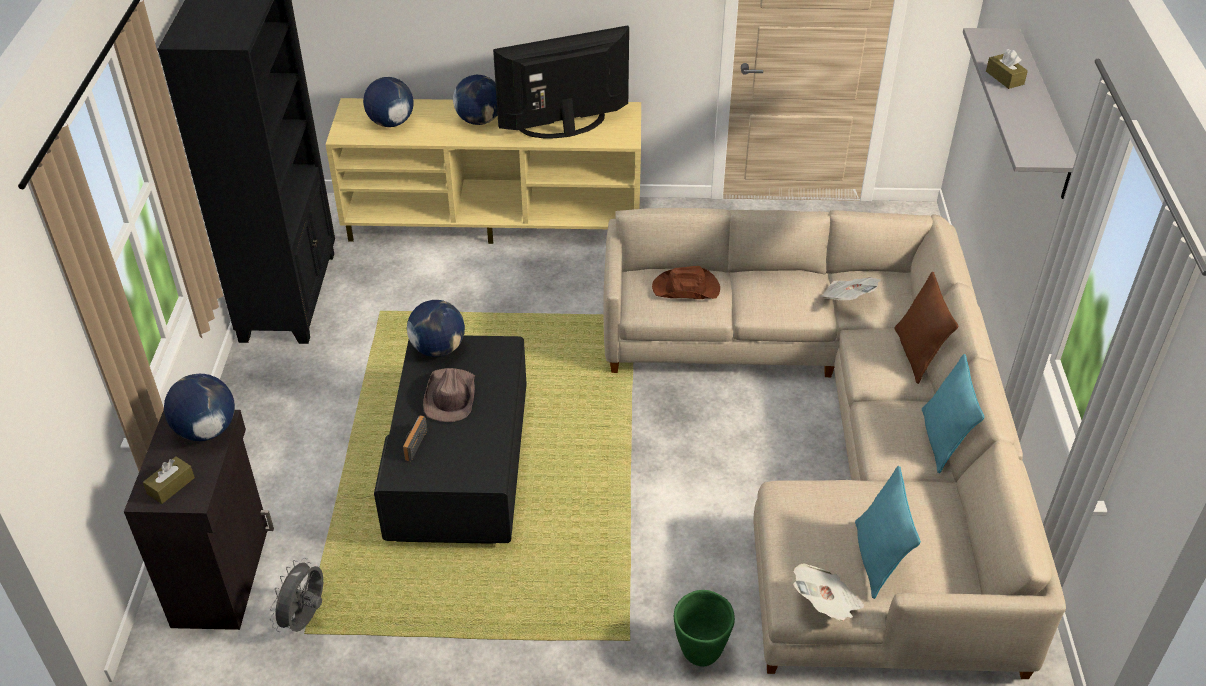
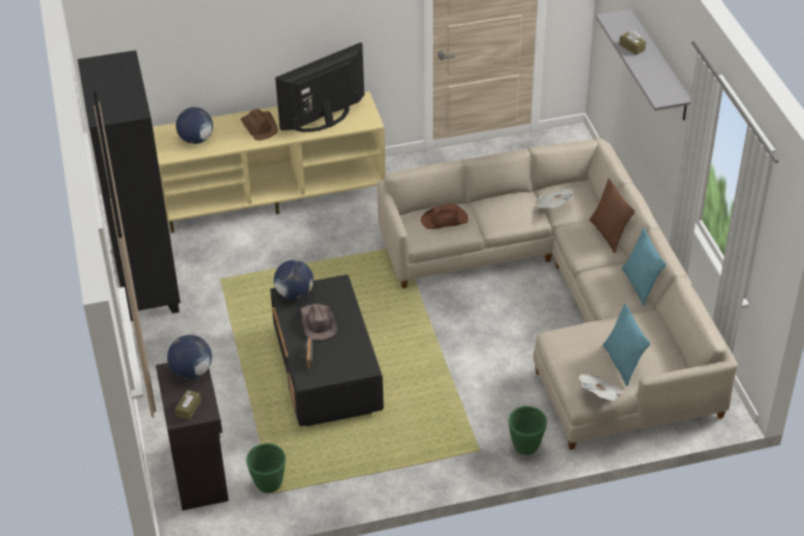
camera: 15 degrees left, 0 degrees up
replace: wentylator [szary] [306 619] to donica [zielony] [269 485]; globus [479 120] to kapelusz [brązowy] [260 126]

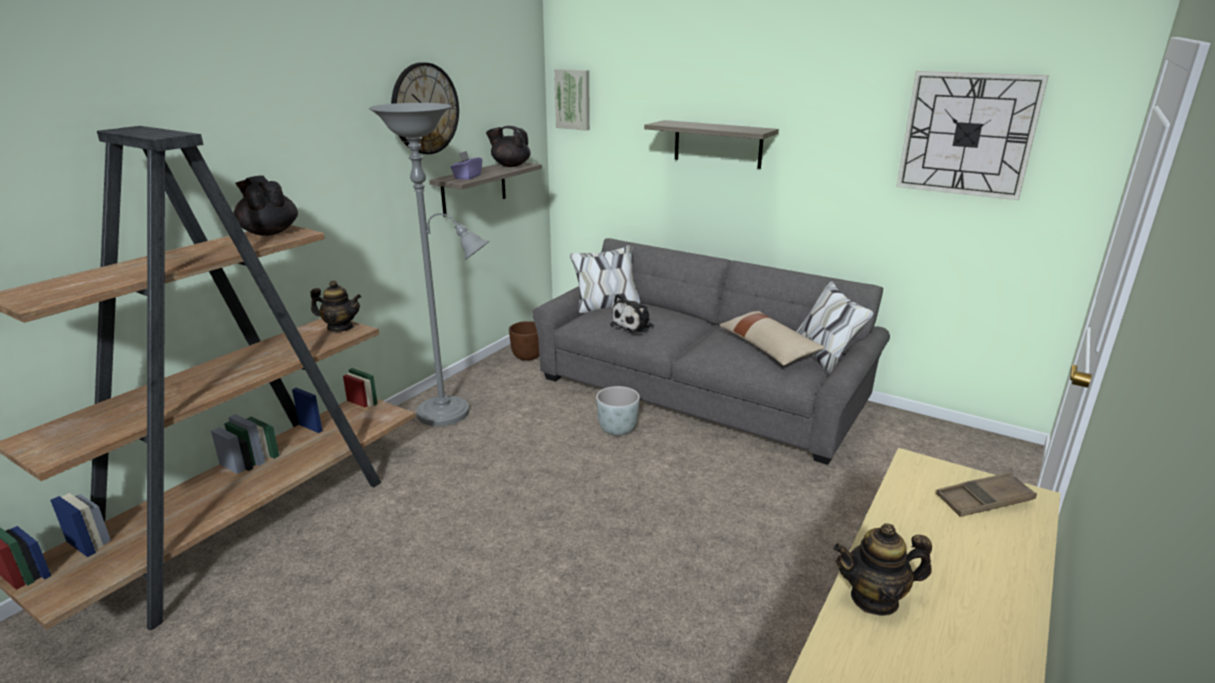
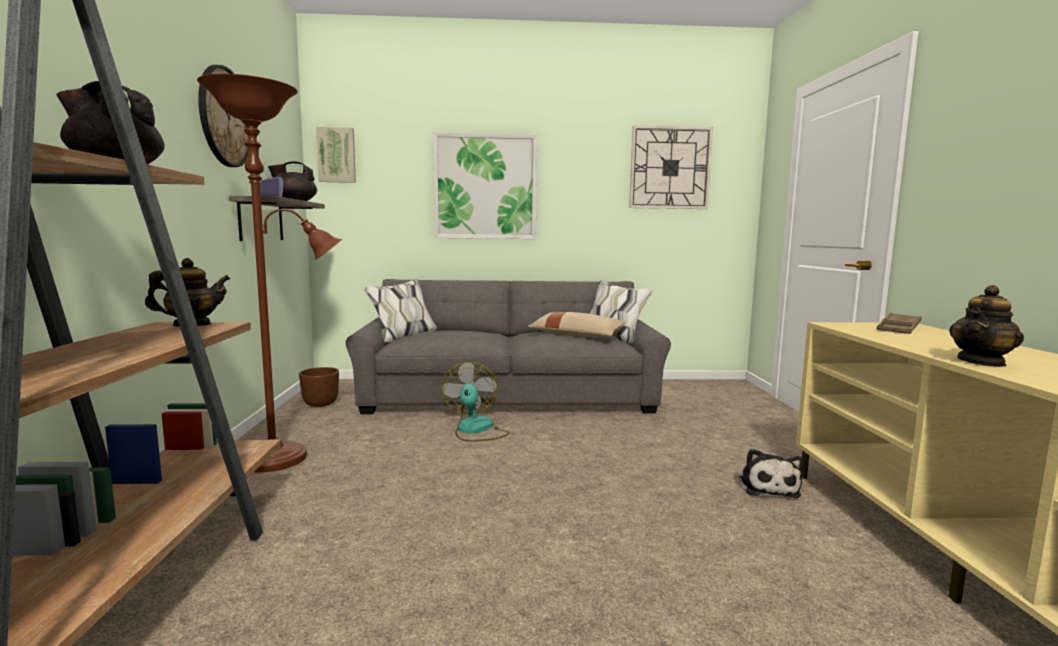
camera: 35 degrees left, 15 degrees down
move: pluszak [634 325] to [767 487]
replace: donica [szary] [617 429] to wentylator [475 430]; półka [717 144] to obraz [485 187]
recolor: lampa stojąca [szary] [450 413] to lampa stojąca [brązowy] [283 458]

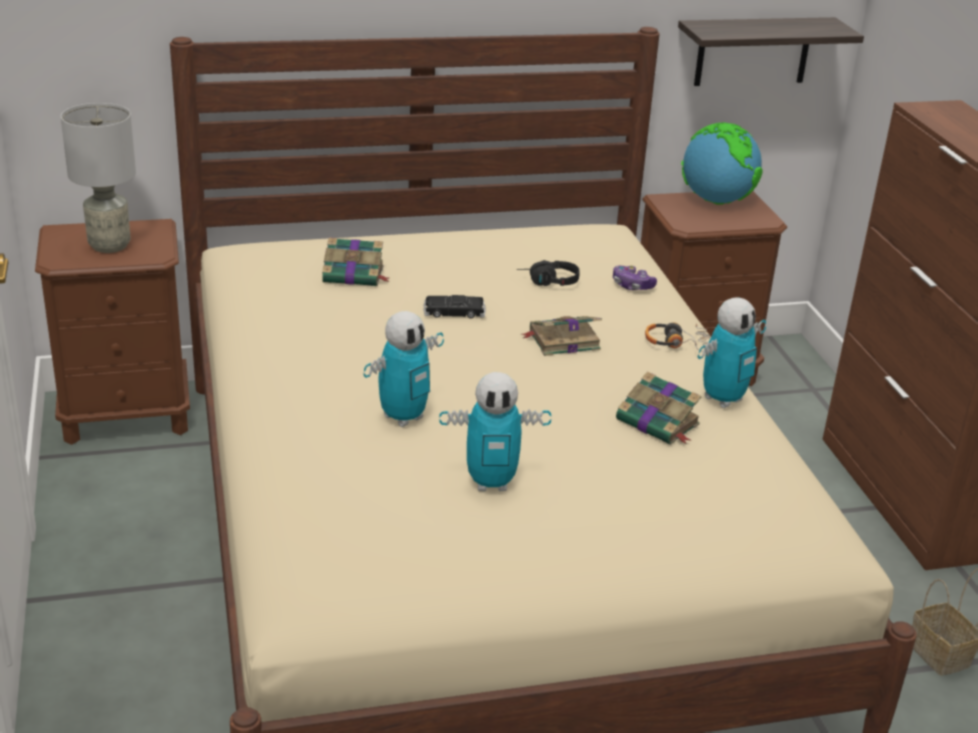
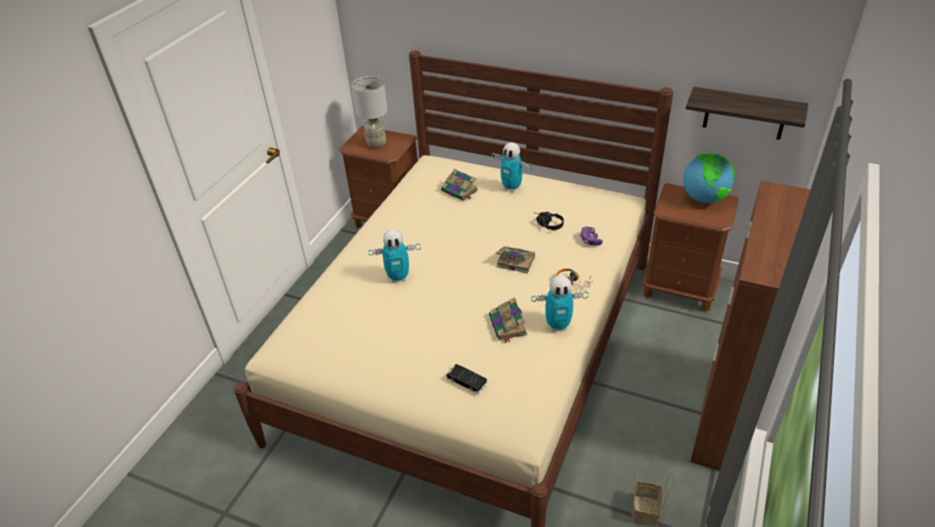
camera: 40 degrees right, 10 degrees up
move: samochodzik [czarny] [454 312] to [466 381]; robot zabawkowy [491 483] to [511 187]

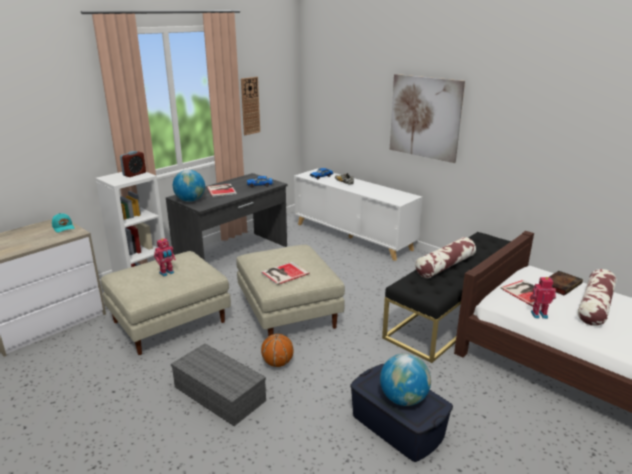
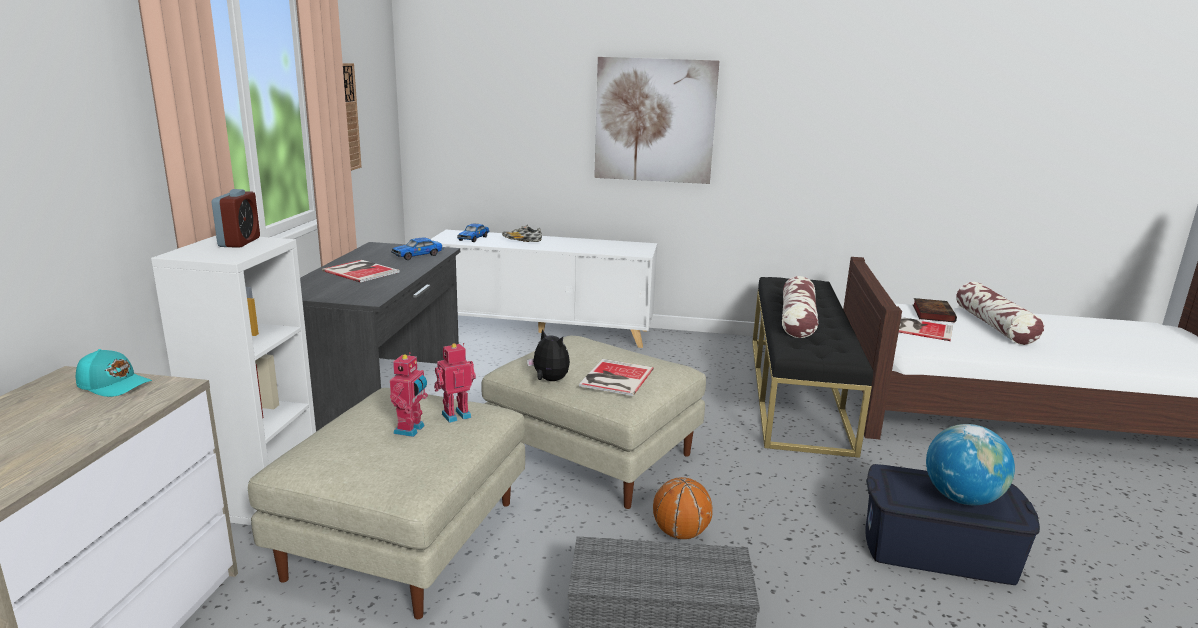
camera: 35 degrees left, 5 degrees down
delete: globus [190 200]
insert: pluszak [549 380]
move: robot zabawkowy [538 314] to [455 415]

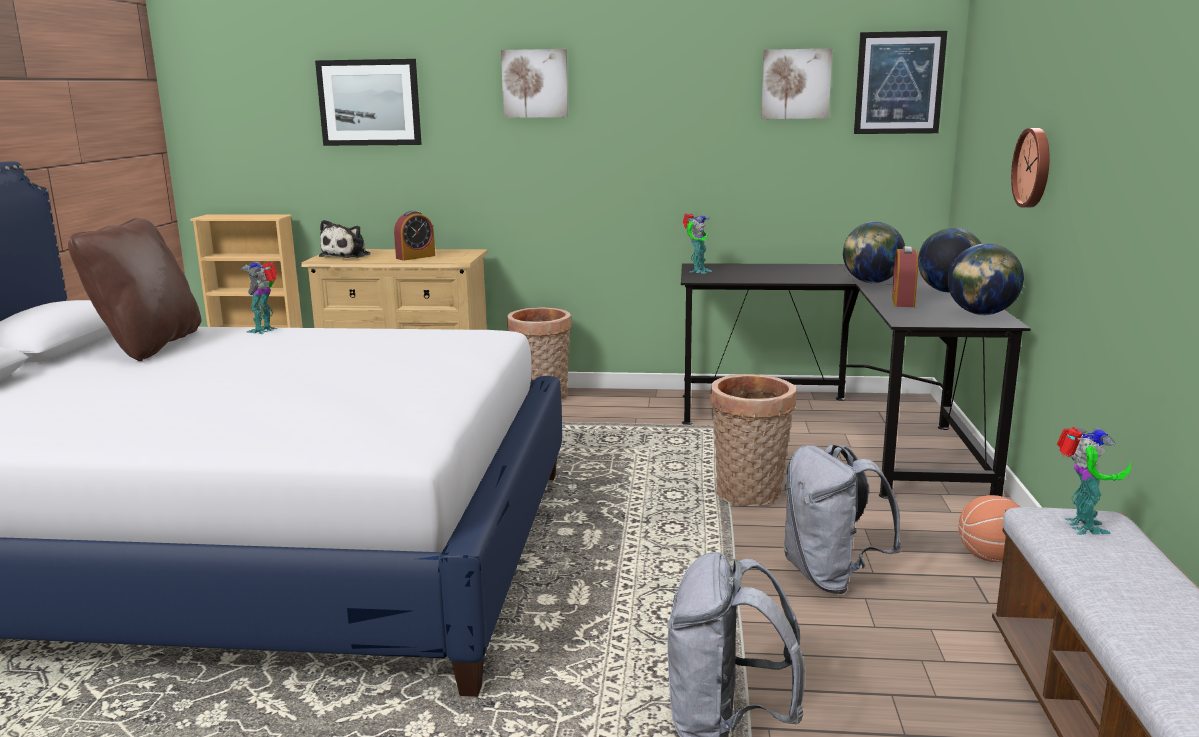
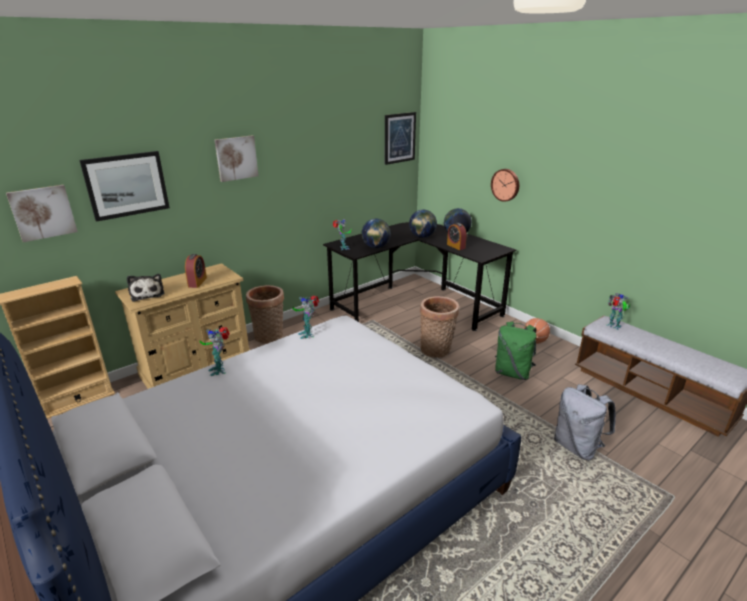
camera: 45 degrees left, 10 degrees up
delete: poduszka [brązowy] [149 346]
insert: robot zabawkowy [307 334]
move: obraz [795 84] to [43 212]; globus [981 314] to [376 247]
recolor: plecak [szary] [830 577] to plecak [zielony] [512 373]

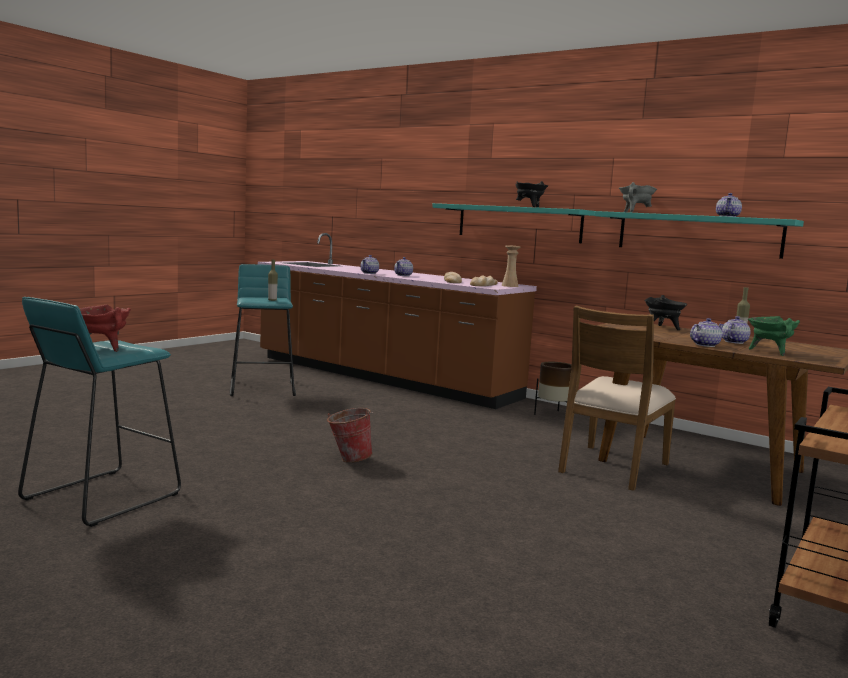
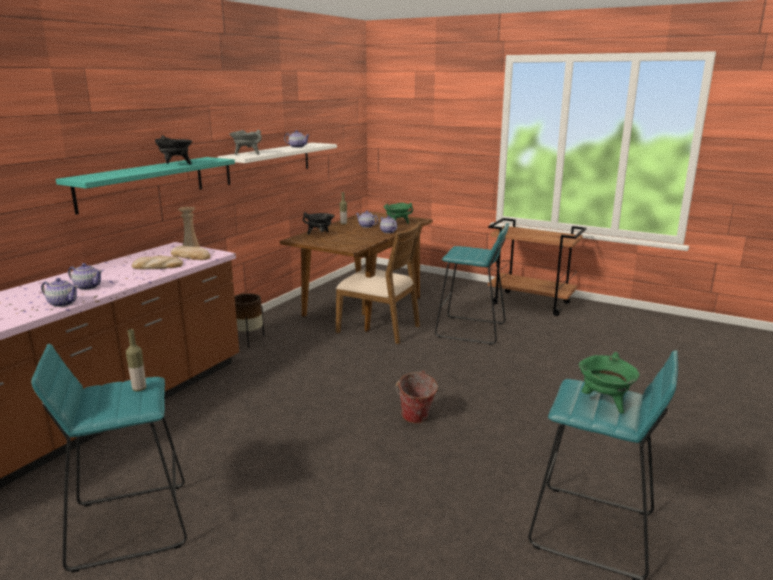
camera: 95 degrees left, 10 degrees up
insert: stołek [turkusowy] [471 330]
recolor: garnek [czerwony] [102 348] to garnek [zielony] [605 403]; półka [turkusowy] [698 234] to półka [biały] [270 162]

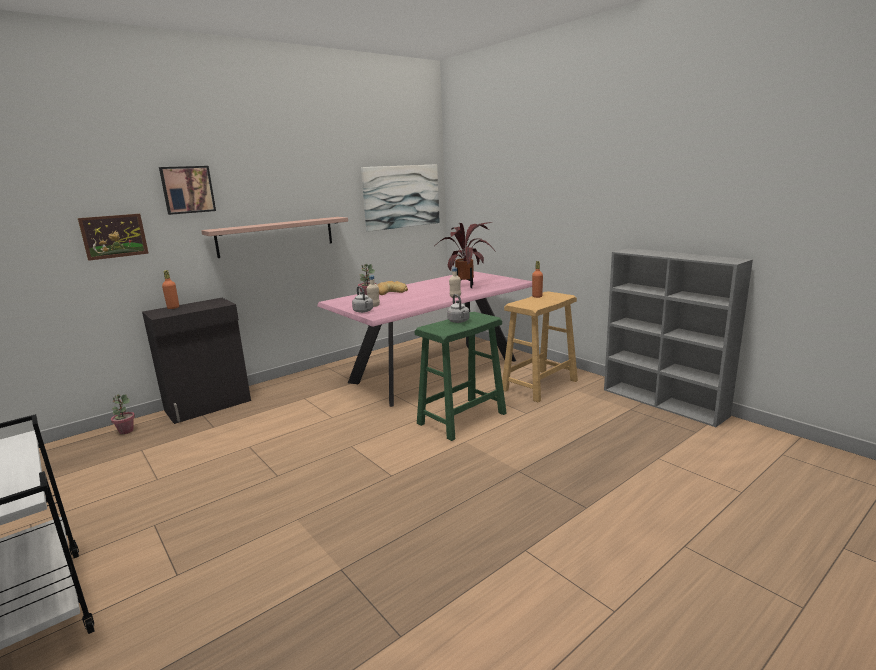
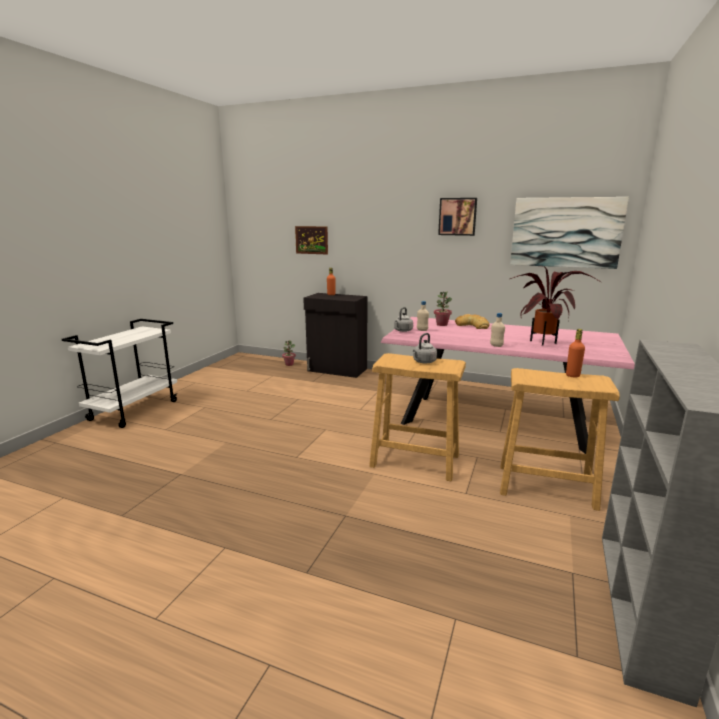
camera: 60 degrees right, 0 degrees up
delete: półka [276 236]
move: obraz [187 189] to [457 216]
recolor: stołek [zielony] [461 418] to stołek [beżowy] [414 460]

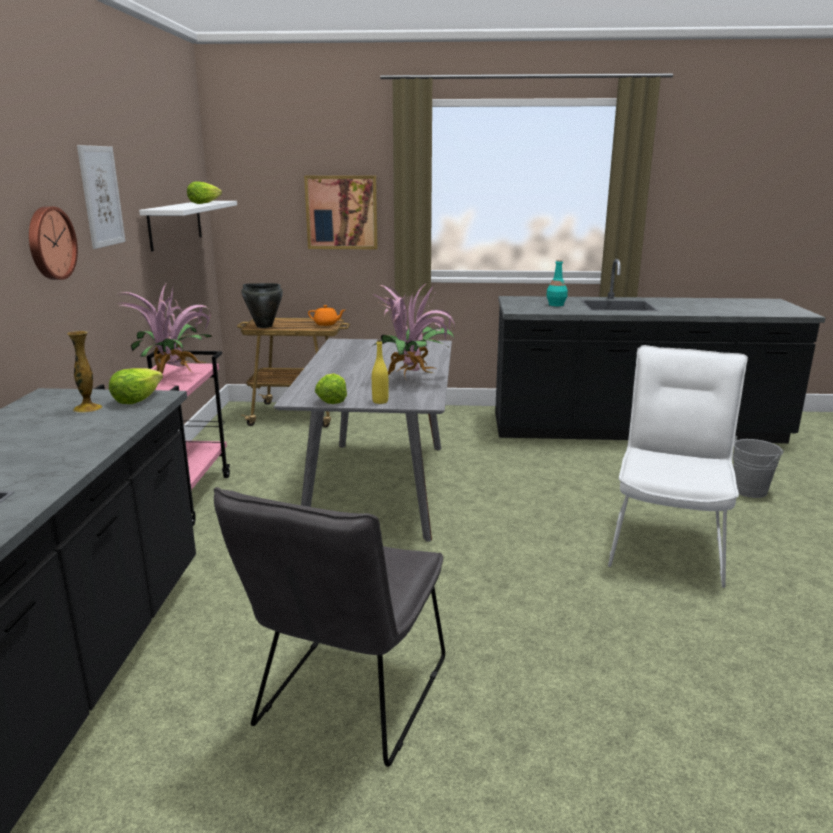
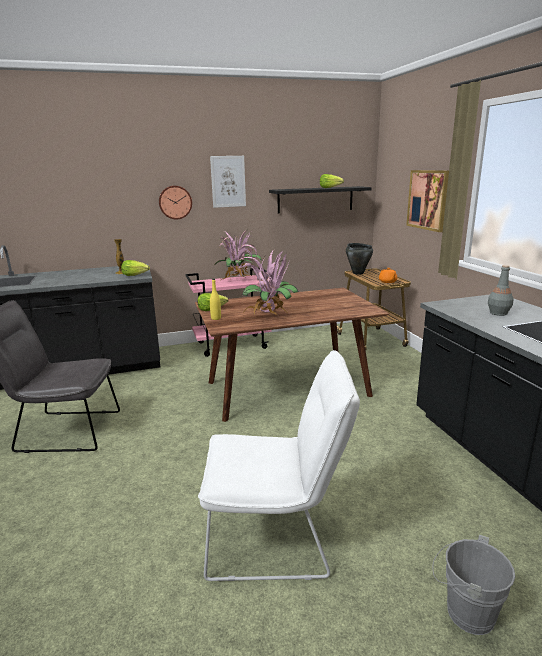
camera: 70 degrees right, 0 degrees up
recolor: półka [biały] [175 224] to półka [czarny] [315 199]; stół jadalny [szary] [380 486] to stół jadalny [brązowy] [287 389]; butelka [turkusowy] [556 305] to butelka [szary] [498 313]

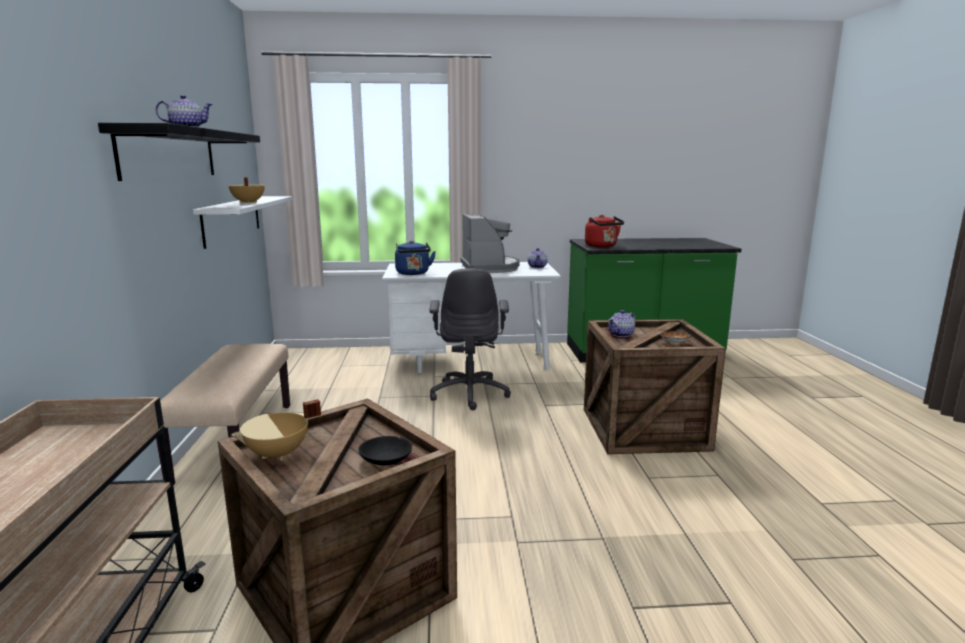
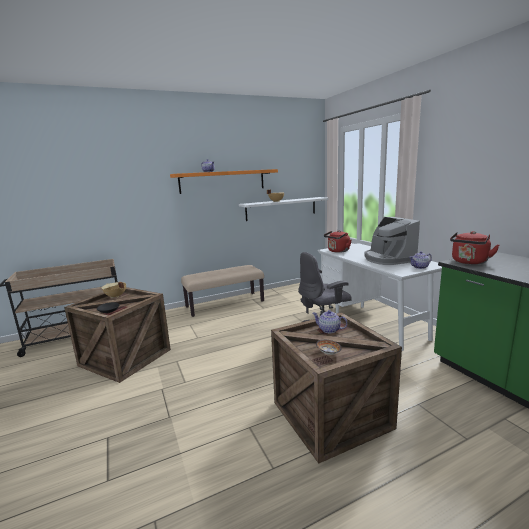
camera: 70 degrees right, 0 degrees up
recolor: półka [czarny] [170 154] to półka [pomarańczowy] [222 181]; czajnik [niebieski] [413 273] to czajnik [czerwony] [337 251]
rotate: ekspres do kawy [489 268] = [388 259] 105 degrees clockwise

